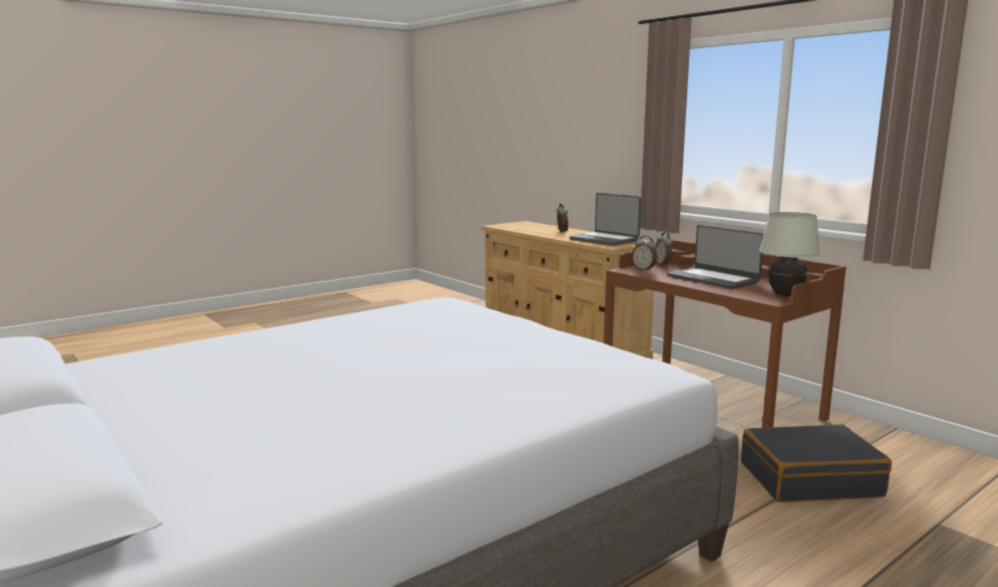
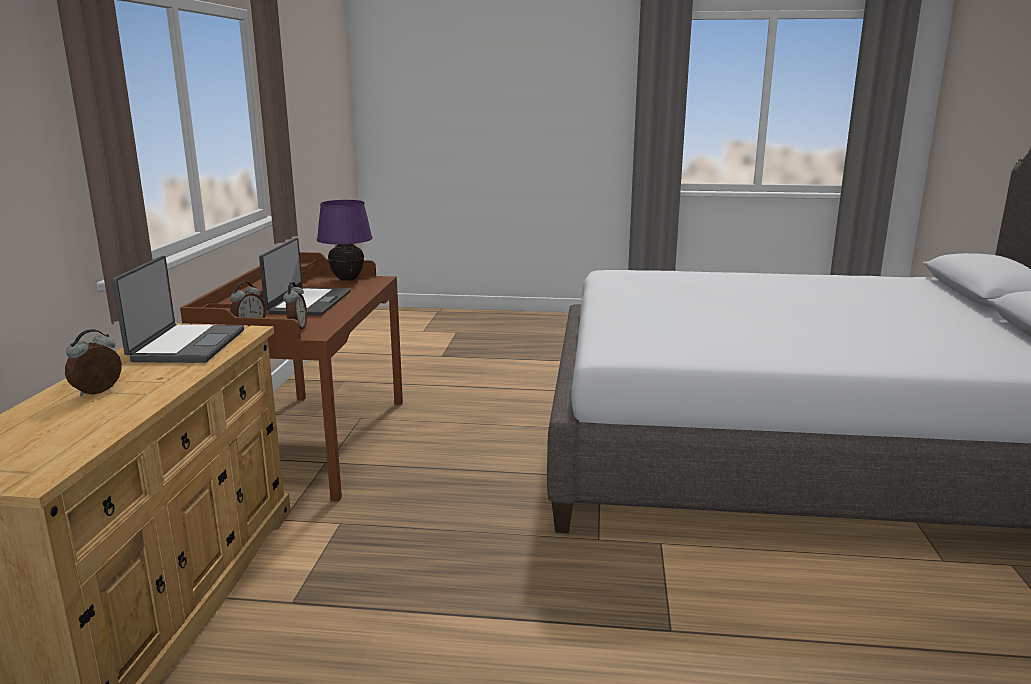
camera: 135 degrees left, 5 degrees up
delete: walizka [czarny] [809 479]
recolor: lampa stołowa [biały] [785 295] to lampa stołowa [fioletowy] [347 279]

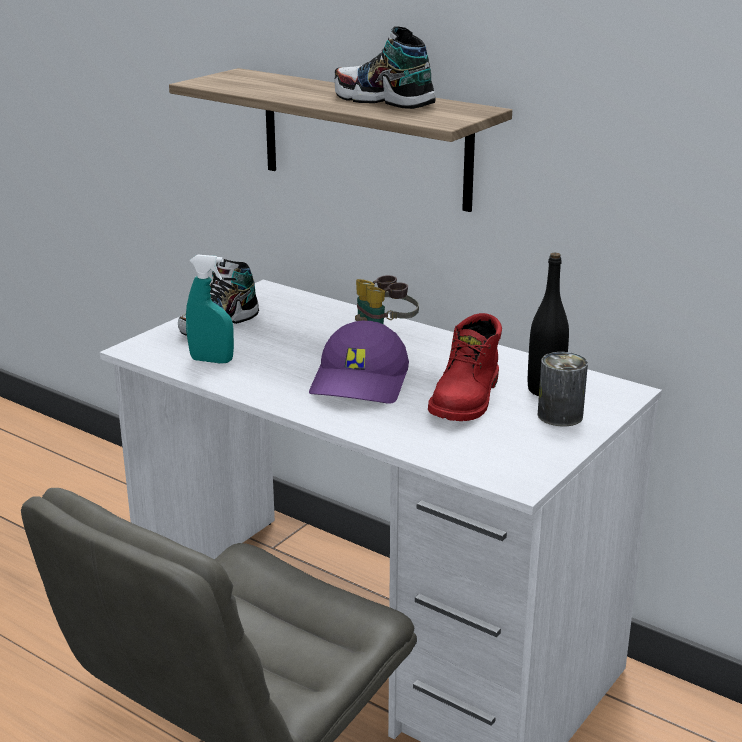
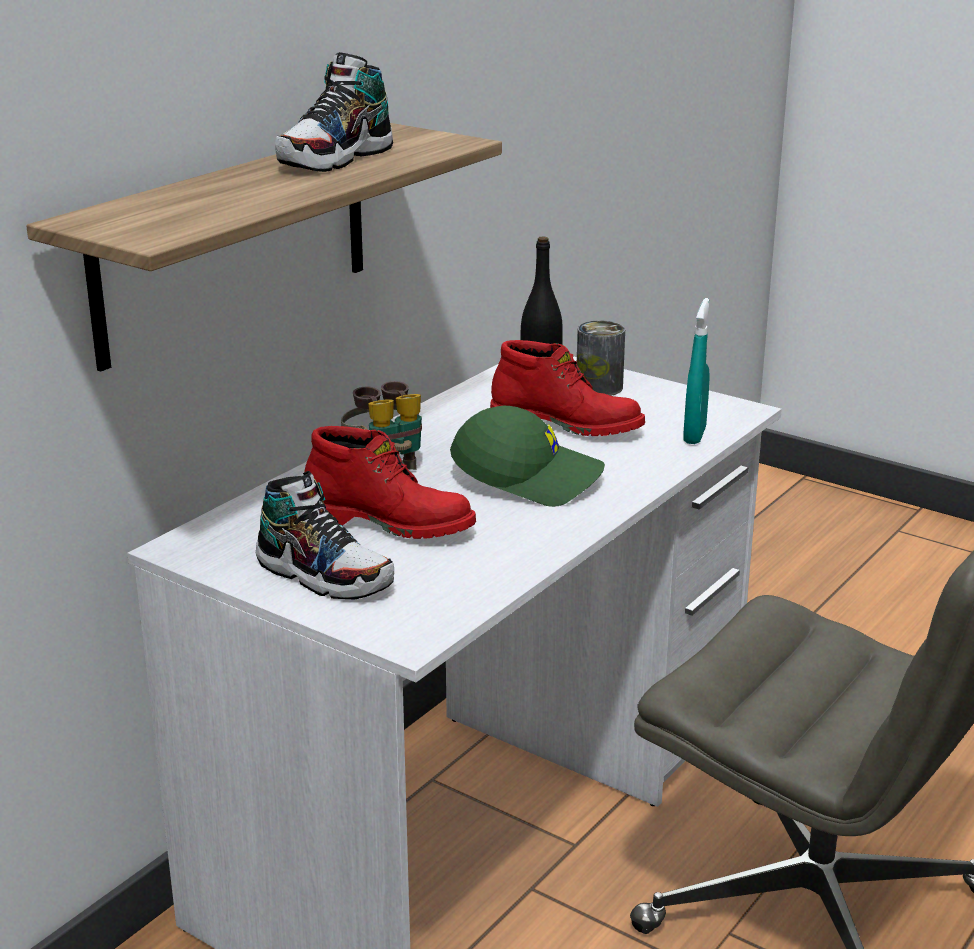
camera: 90 degrees left, 0 degrees up
insert: but z cholewką [czerwony] [390 523]
move: spryskiwacz [turkusowy] [211 360] to [694 435]
recolor: czapka z daszkiem [fioletowy] [361 383] to czapka z daszkiem [zielony] [528 477]

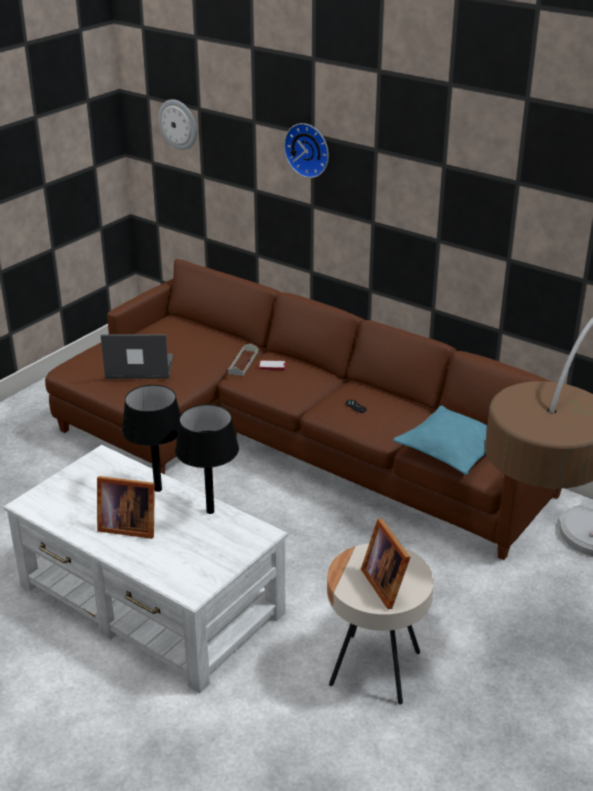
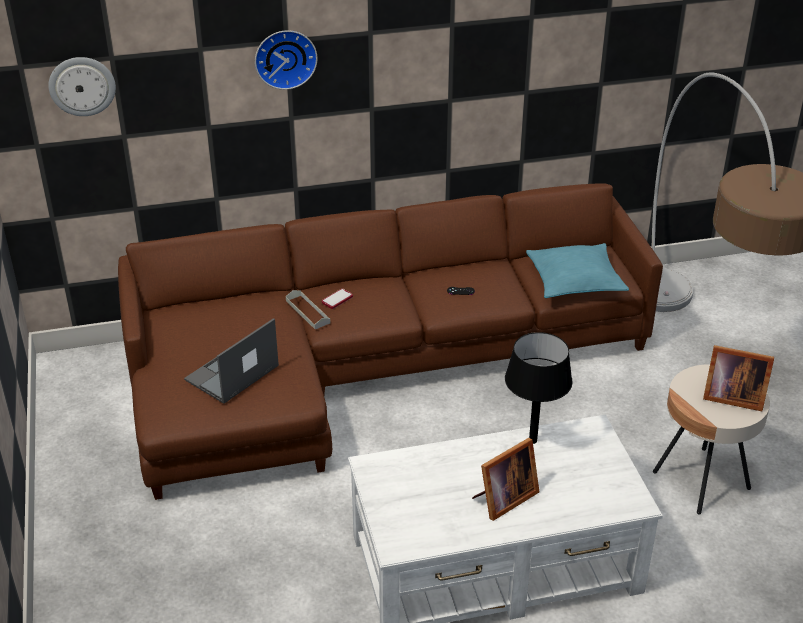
camera: 50 degrees left, 5 degrees up
delete: lampa stołowa [czarny] [158 489]

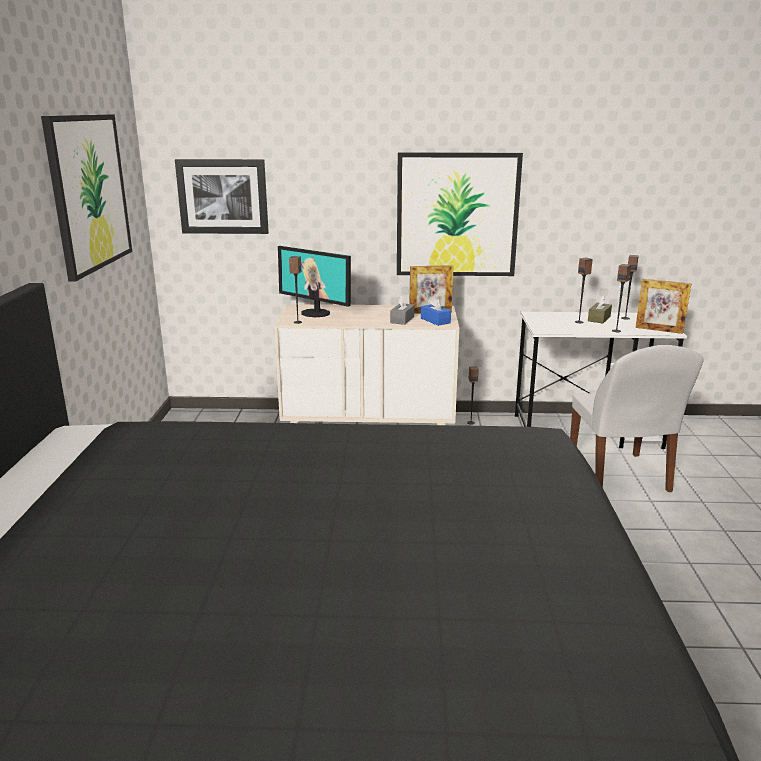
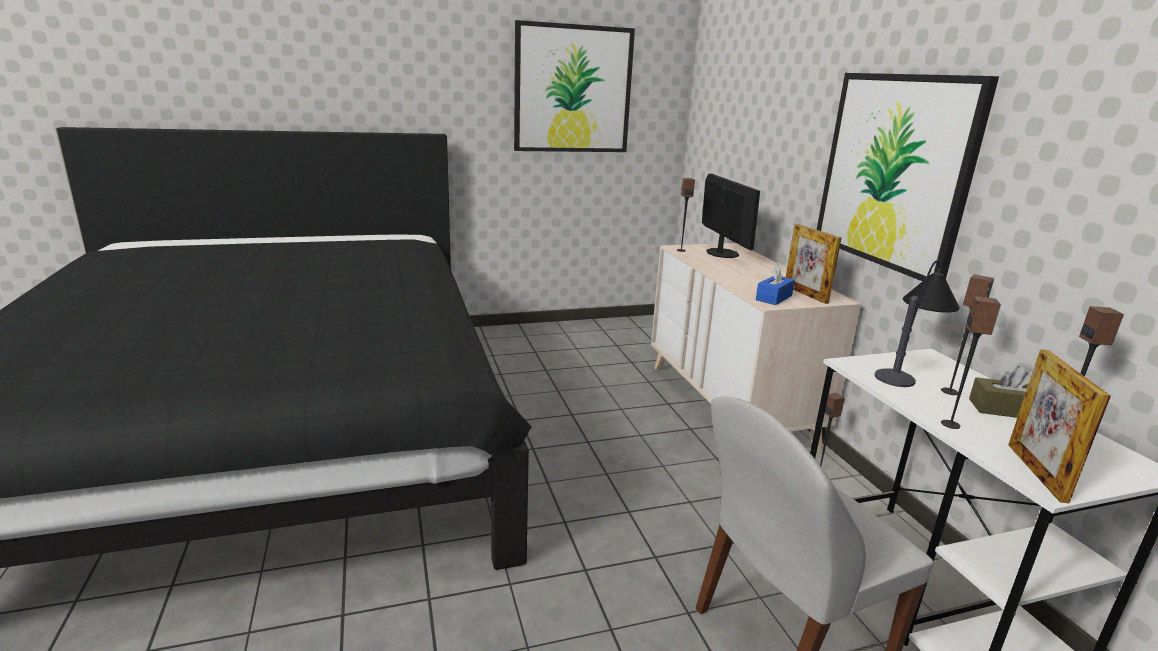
camera: 70 degrees right, 0 degrees up
delete: obraz [223 196]; pudełko chusteczek [szary] [402 320]
insert: lampa stołowa [907 367]
rotate: monitor [316 313] = [721 253] 150 degrees clockwise

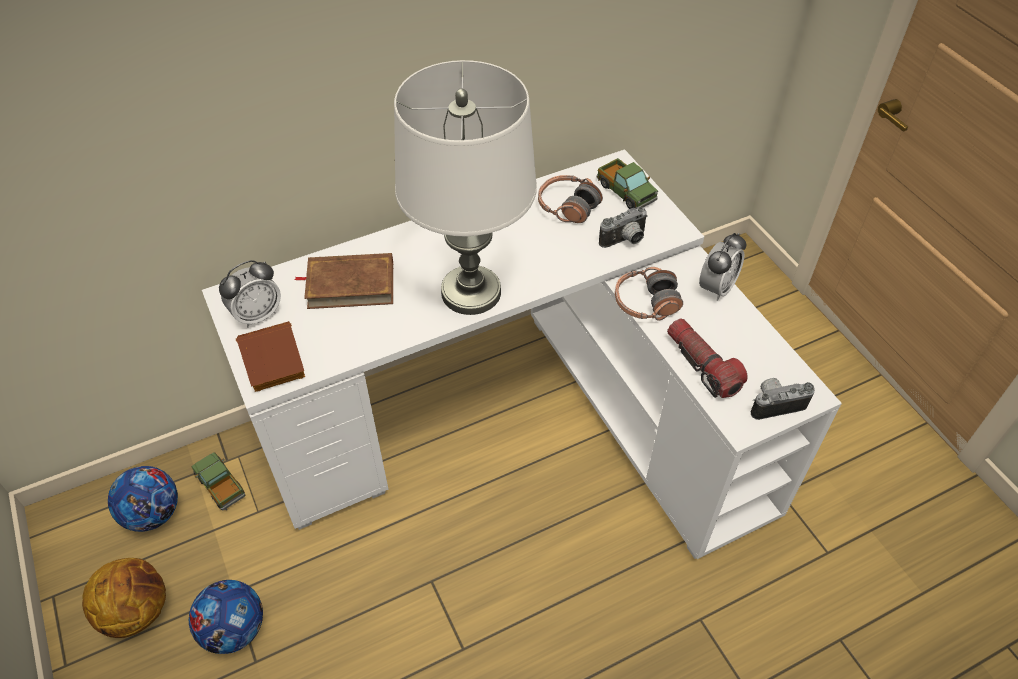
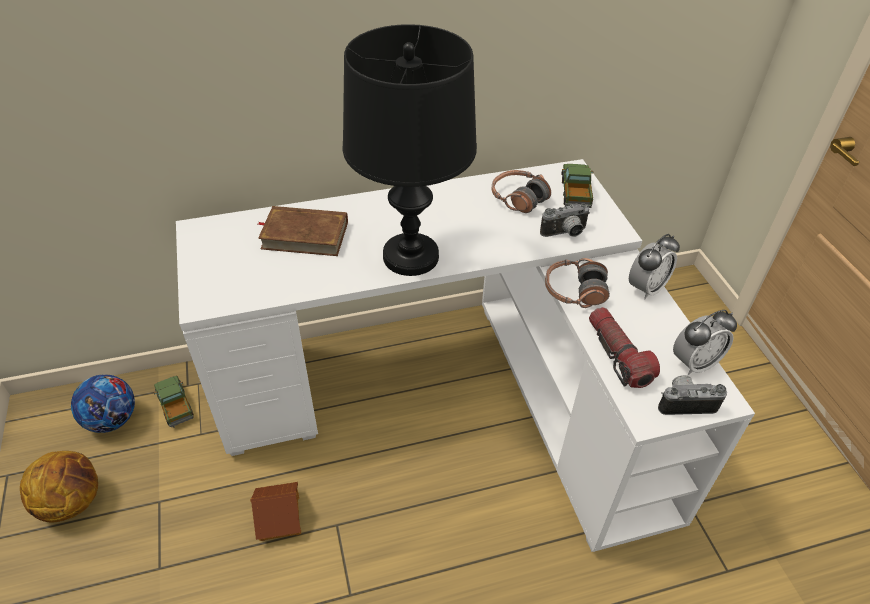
camera: 10 degrees right, 5 degrees down
delete: piłka futbolowa [234 629]
move: budzik [257 315] to [694 363]; domek [275 364] to [280 517]
recolor: lampa stołowa [biały] [471 292] to lampa stołowa [czarny] [411 257]
rotate: ciężarówka zabawkowa [625 192] = [575 193] 150 degrees counterclockwise

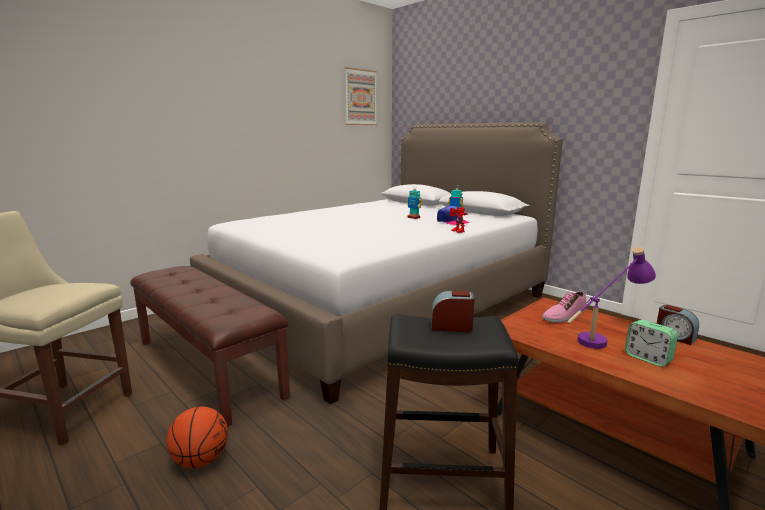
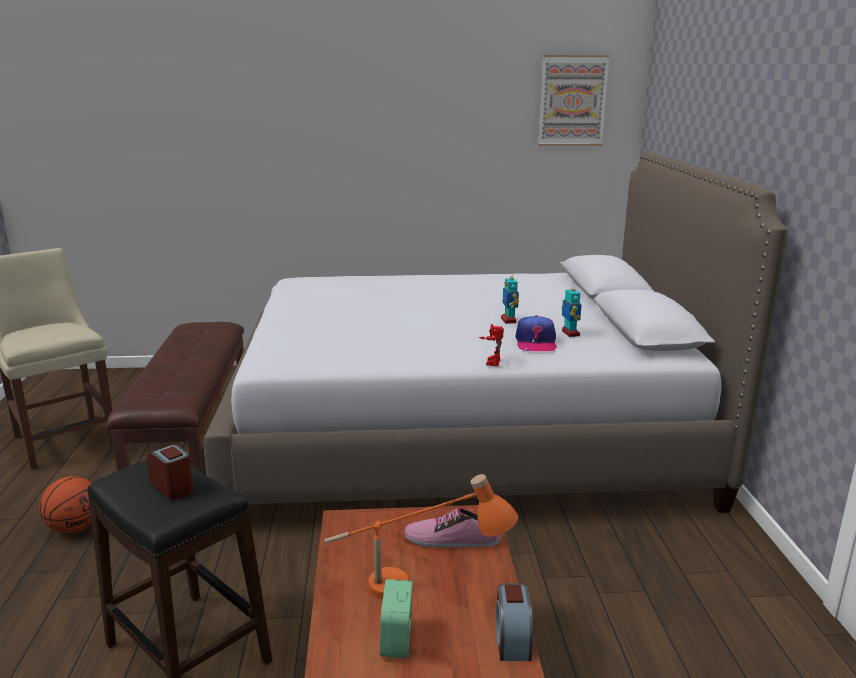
camera: 40 degrees right, 5 degrees up
recolor: lampa stołowa [fioletowy] [604 338] to lampa stołowa [pomarańczowy] [418 590]

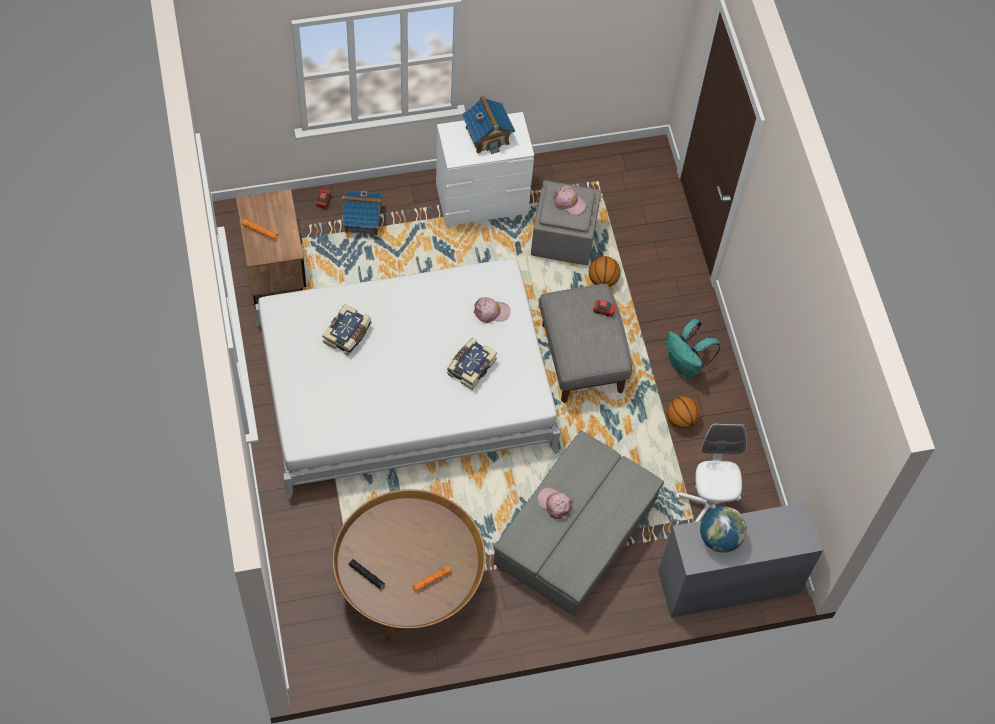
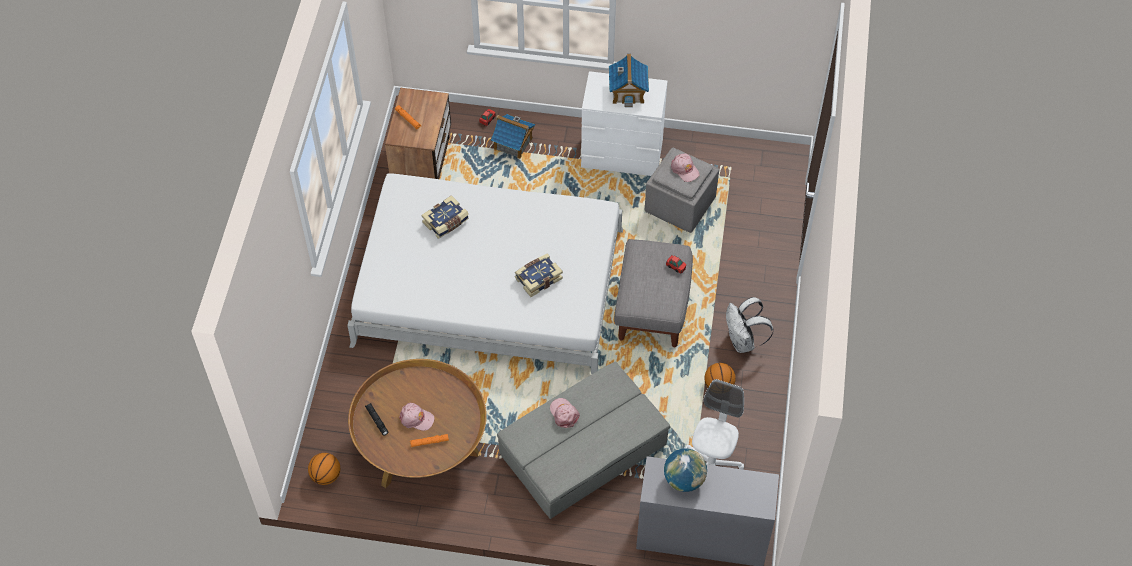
camera: 25 degrees right, 5 degrees down
move: czapka z daszkiem [różowy] [491 312] to [416 418]; piłka do koszykówki [602 280] to [325 476]
recolor: plecak [turkusowy] [686 365] to plecak [biały] [743 342]

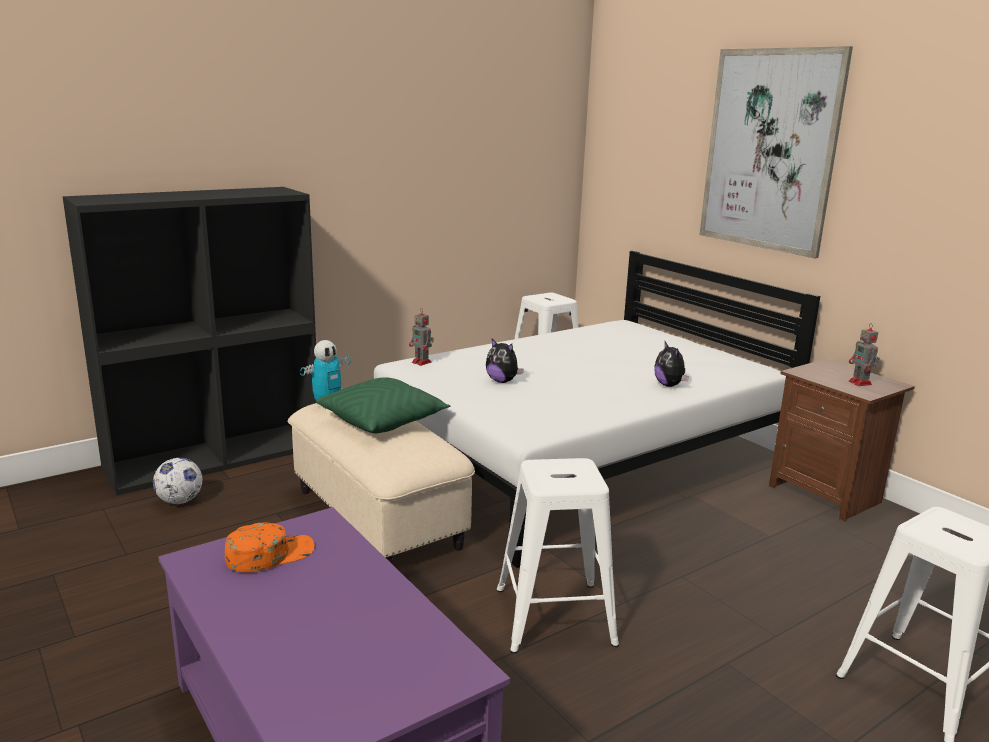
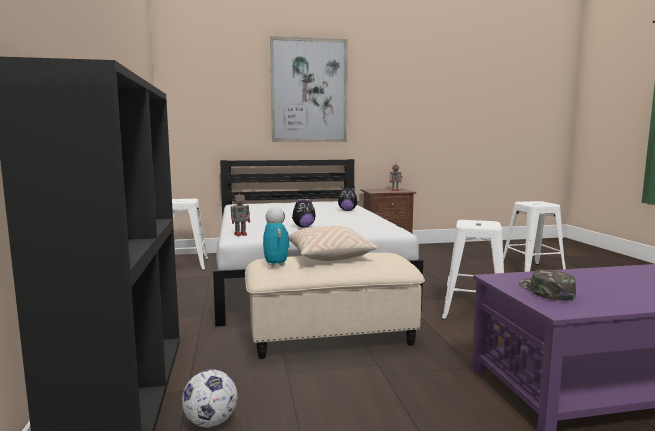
camera: 65 degrees left, 10 degrees down
recolor: czapka z daszkiem [pomarańczowy] [270 554] to czapka z daszkiem [zielony] [545 291]; poduszka [zielony] [383 420] to poduszka [beżowy] [328 256]

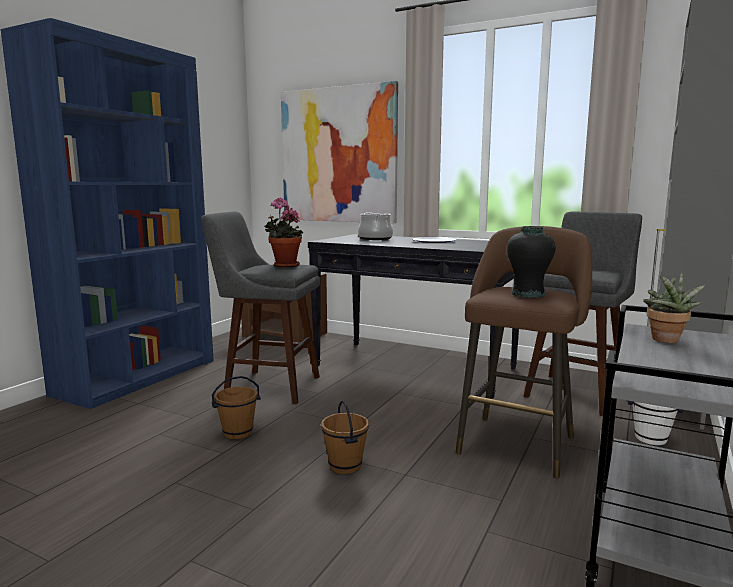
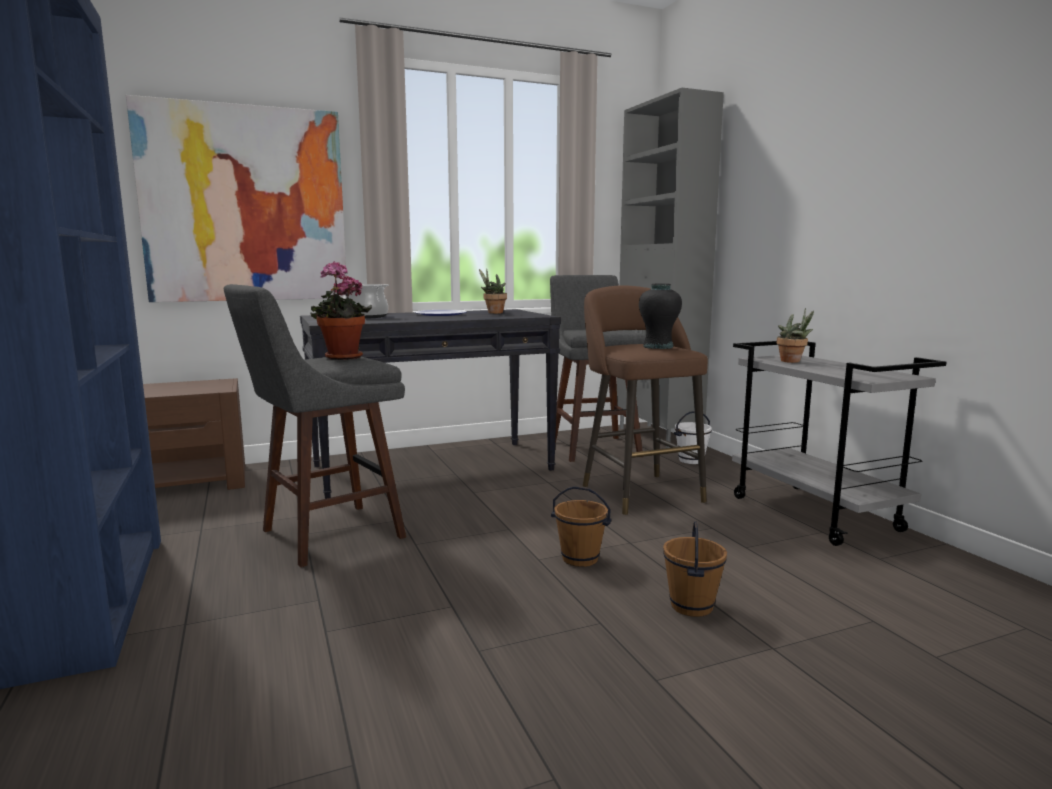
camera: 50 degrees left, 0 degrees up
insert: roślina doniczkowa [493 313]
move: wiadro [brązowy] [237 433] to [690 606]

